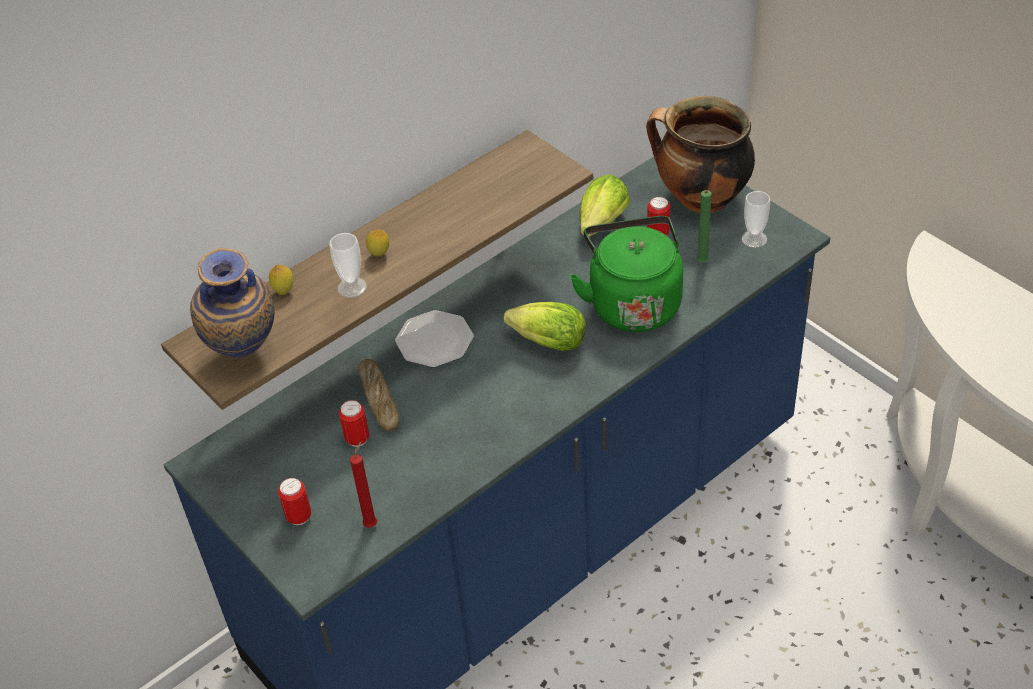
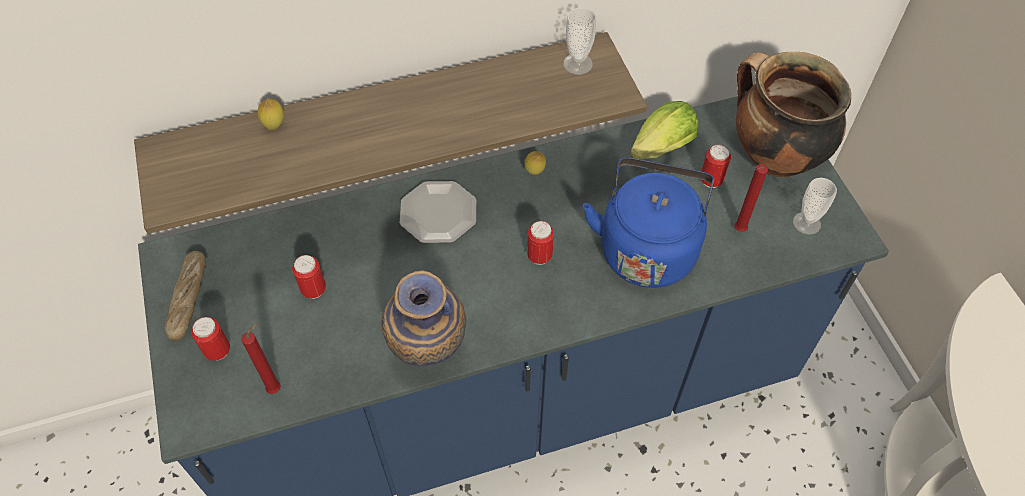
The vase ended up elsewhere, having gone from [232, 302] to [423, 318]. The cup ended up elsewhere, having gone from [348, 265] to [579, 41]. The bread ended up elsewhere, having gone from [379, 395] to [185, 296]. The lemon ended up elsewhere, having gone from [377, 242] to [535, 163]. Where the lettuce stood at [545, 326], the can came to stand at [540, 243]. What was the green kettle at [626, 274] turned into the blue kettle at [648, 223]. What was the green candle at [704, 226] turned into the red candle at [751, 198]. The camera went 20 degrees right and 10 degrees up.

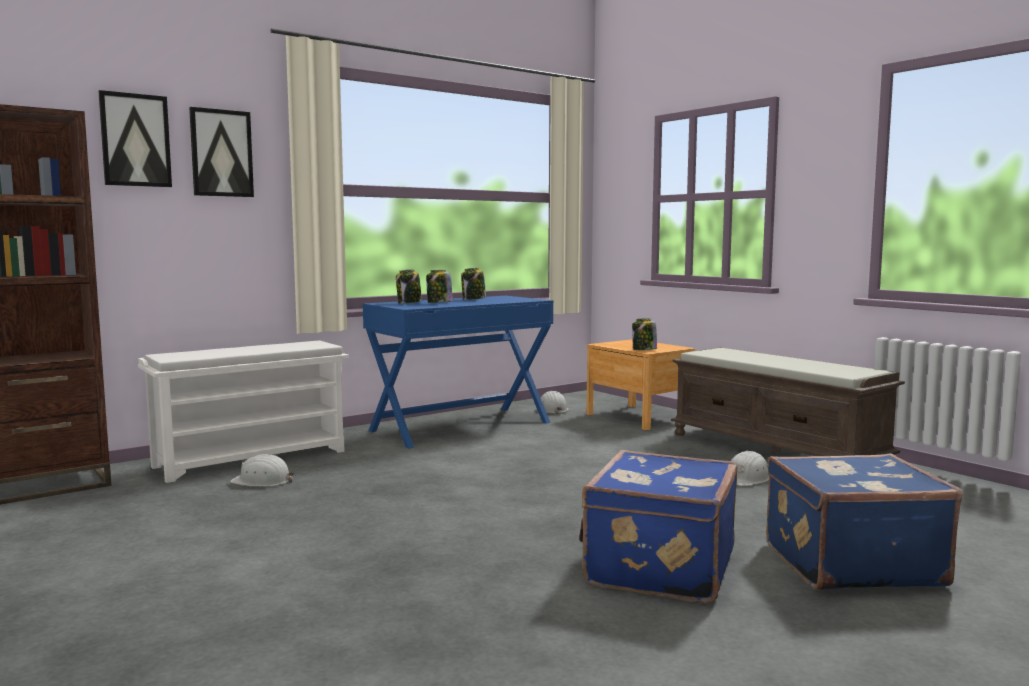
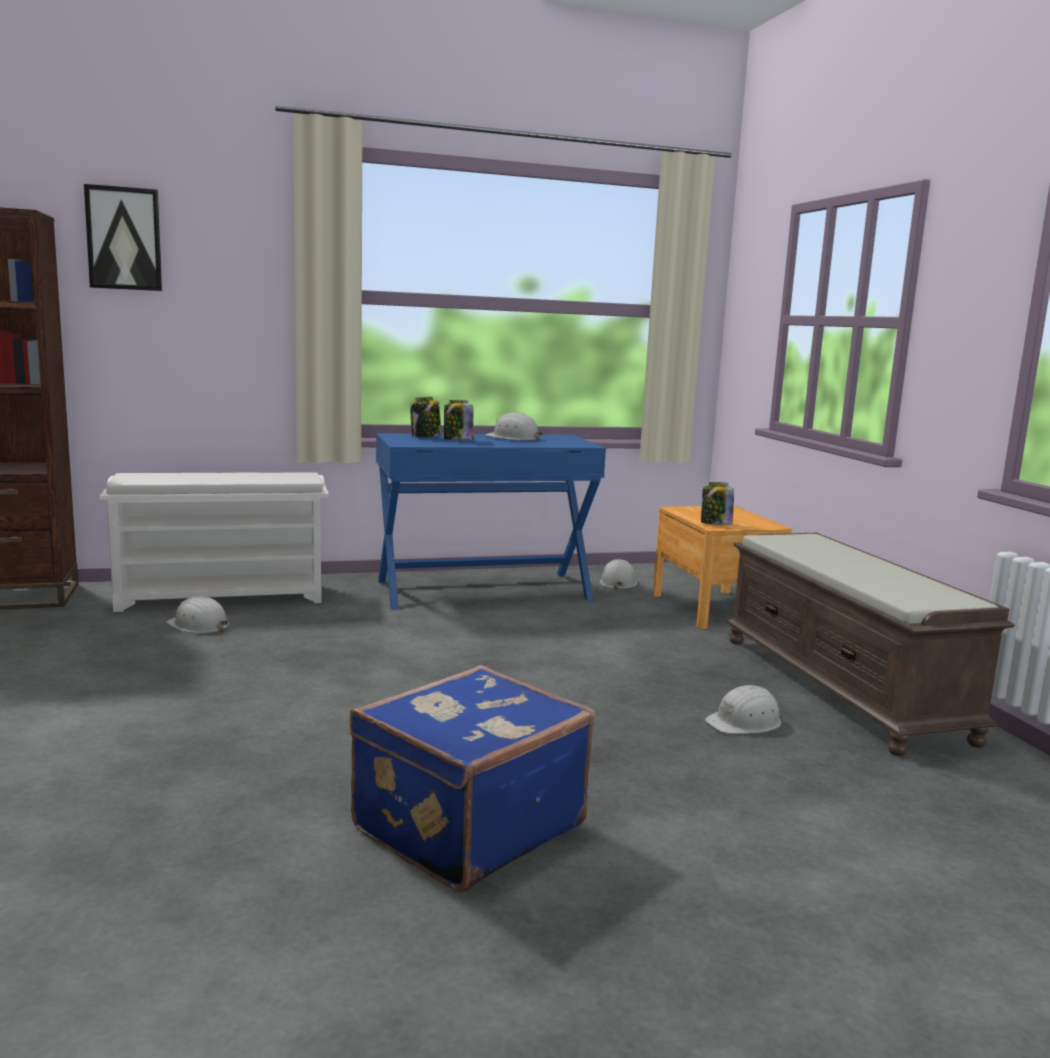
The second view lost the picture at [221, 152]. Where the jar stood at [473, 284], the white hard hat came to stand at [514, 426]. The second view lost the blue suitcase at [864, 522]. The camera went 20 degrees right and 5 degrees up.

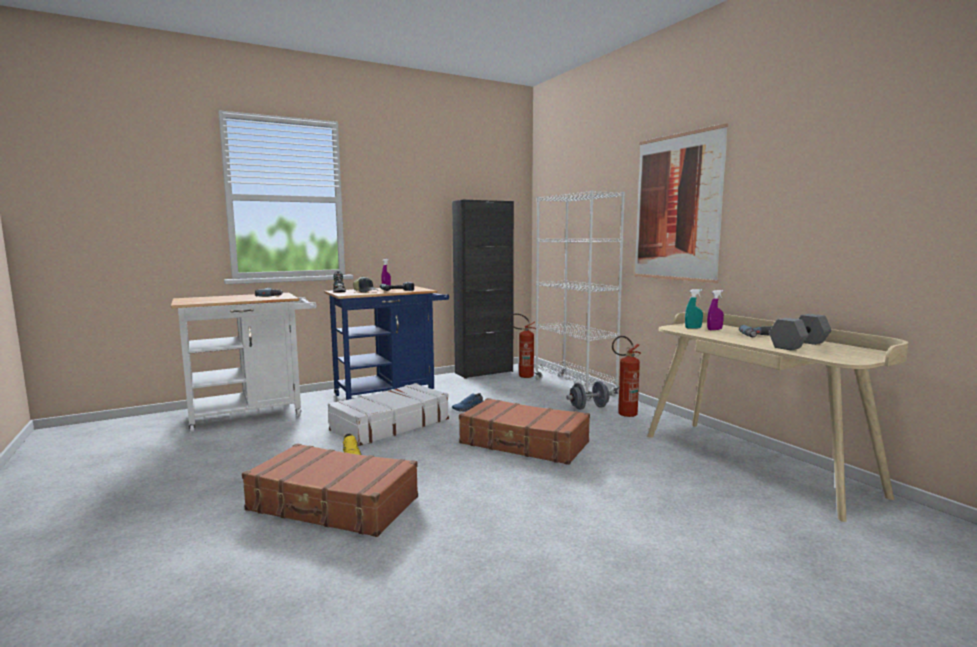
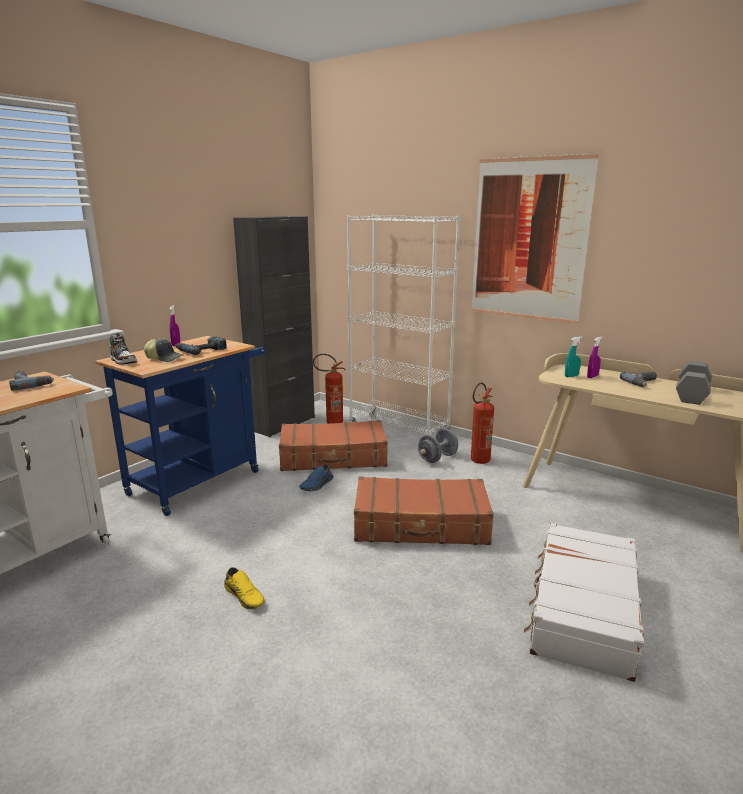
The brown suitcase ended up elsewhere, having gone from [330, 490] to [333, 445]. The white suitcase ended up elsewhere, having gone from [388, 414] to [584, 602]. The camera went 25 degrees left and 10 degrees up.

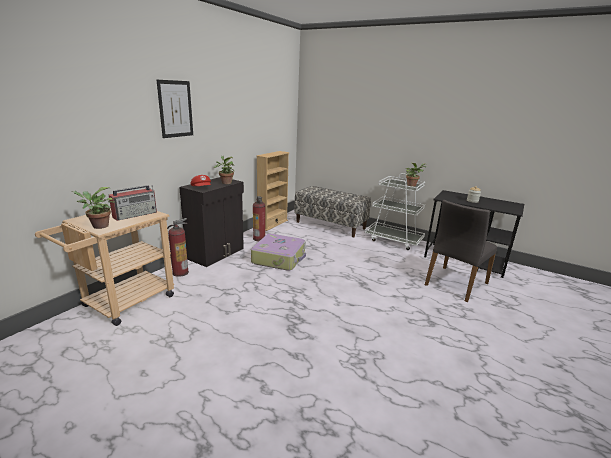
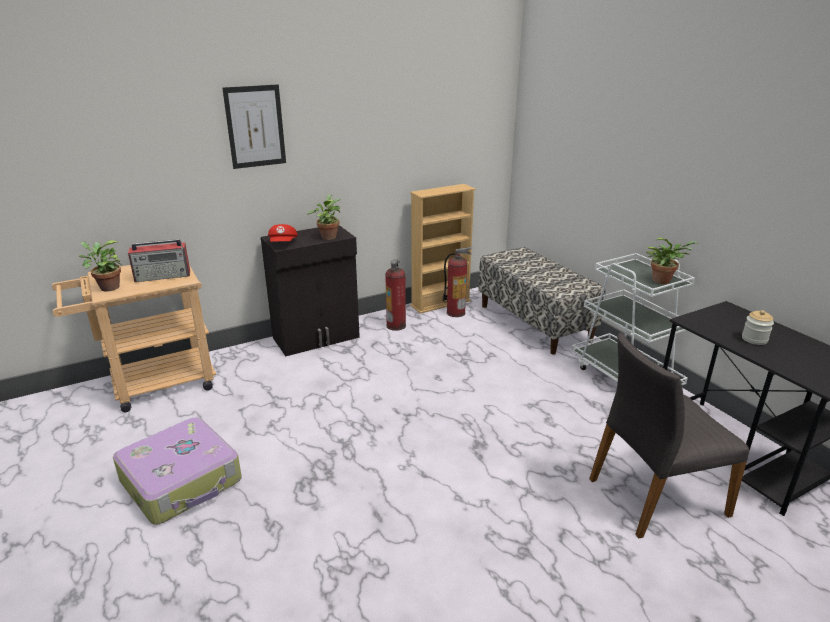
The fire extinguisher ended up elsewhere, having gone from [178, 247] to [457, 282]. The suitcase ended up elsewhere, having gone from [278, 252] to [177, 471]. The camera went 30 degrees right and 5 degrees up.

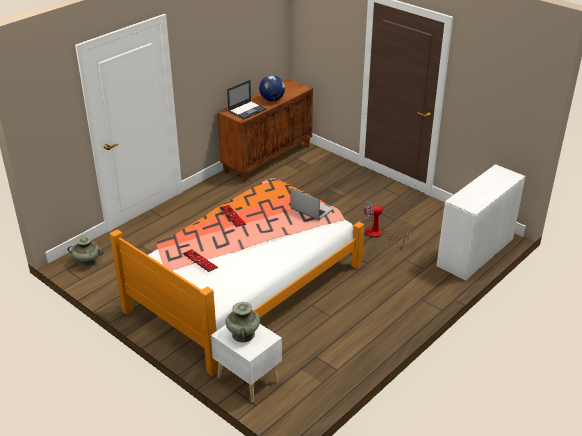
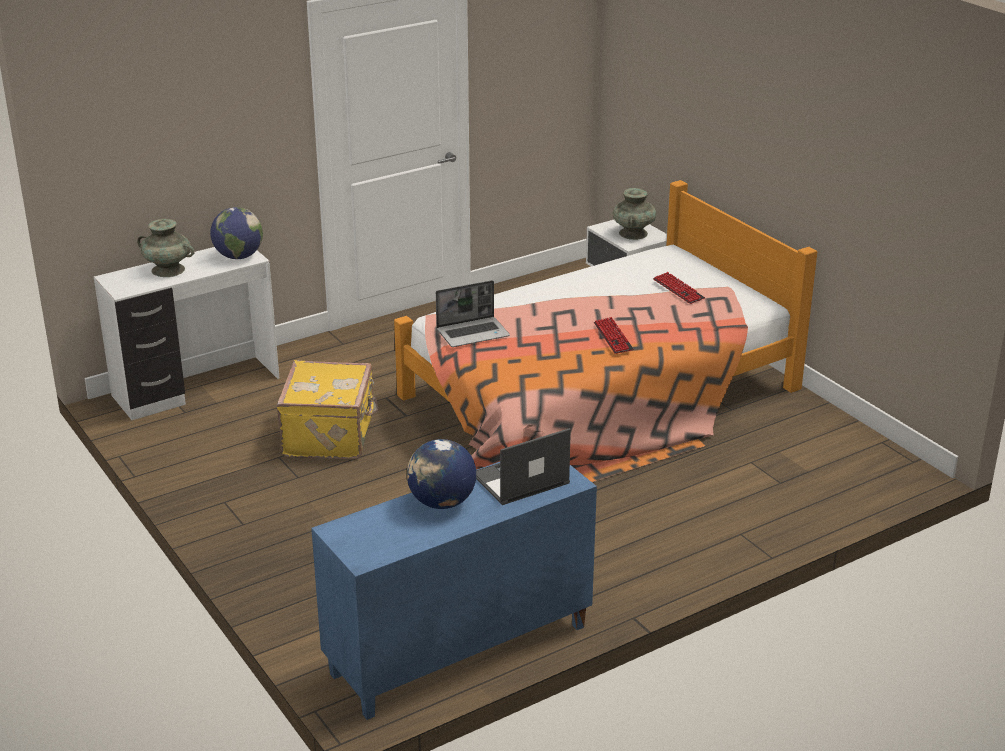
The turquoise vase ended up elsewhere, having gone from [85, 252] to [166, 248]. What was the brown cabinet at [265, 131] turned into the blue cabinet at [454, 591]. The laptop at [312, 204] ended up facing another way, 75 degrees counterclockwise from before. Where the fan stood at [386, 224], the yellow suitcase came to stand at [327, 409]. The second view gained the globe at [236, 233]. The camera went 165 degrees left and 5 degrees down.

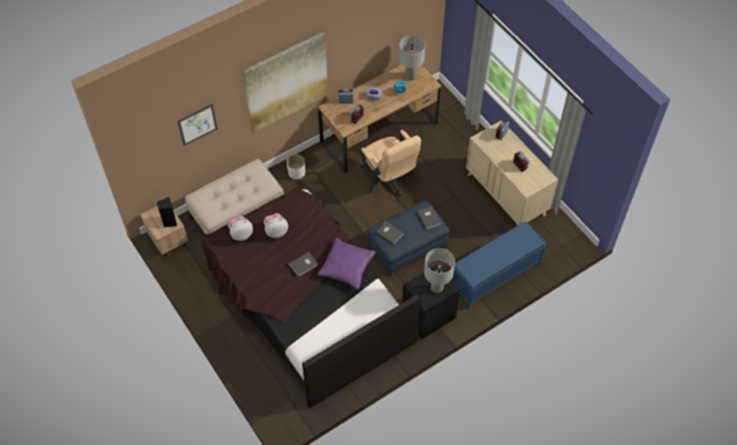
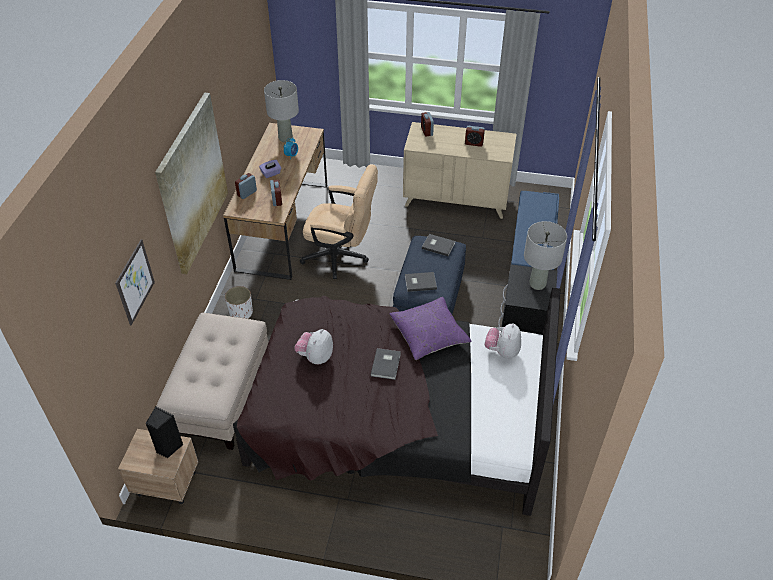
The plush toy ended up elsewhere, having gone from [240, 228] to [503, 340]. The camera went 45 degrees left and 10 degrees down.

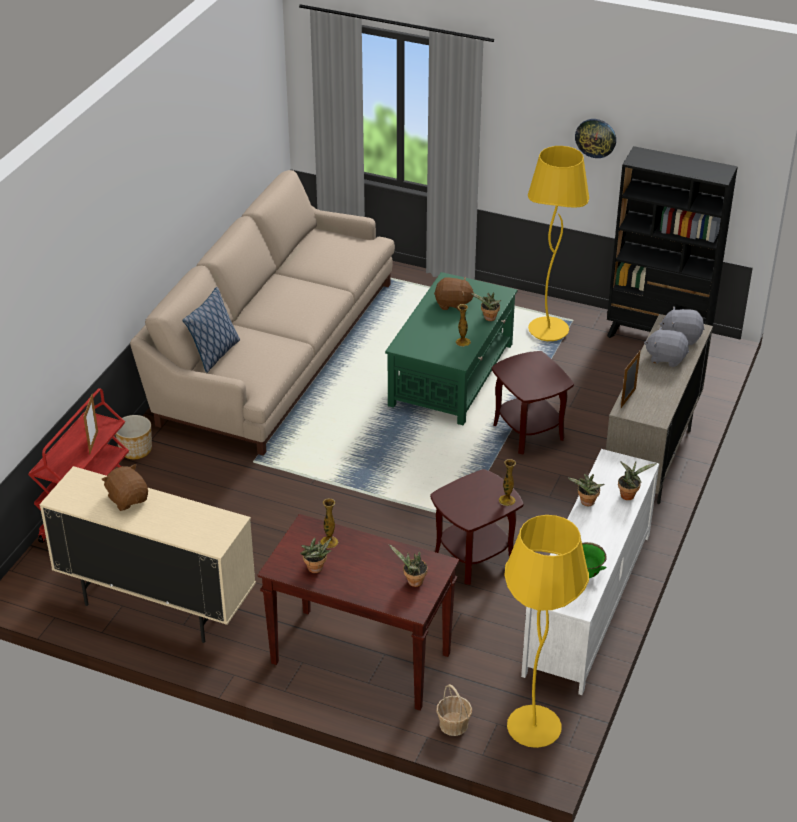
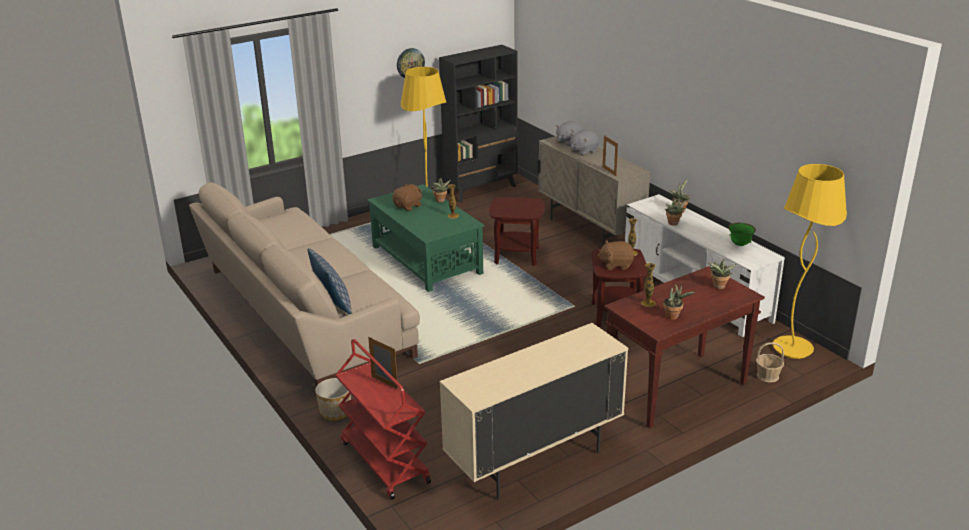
The brown plush toy ended up elsewhere, having gone from [124, 487] to [615, 255]. The camera went 55 degrees left and 10 degrees down.

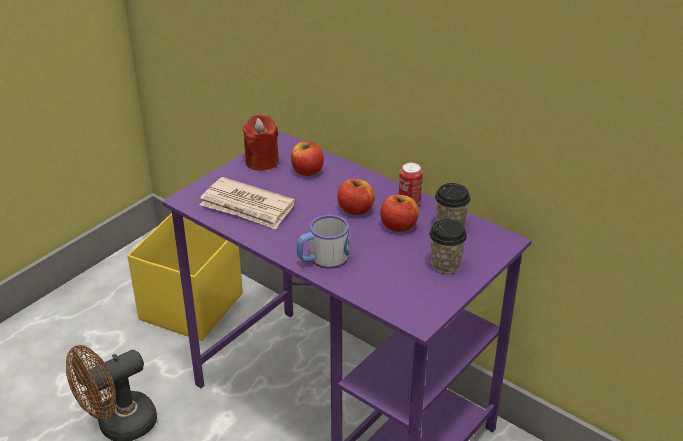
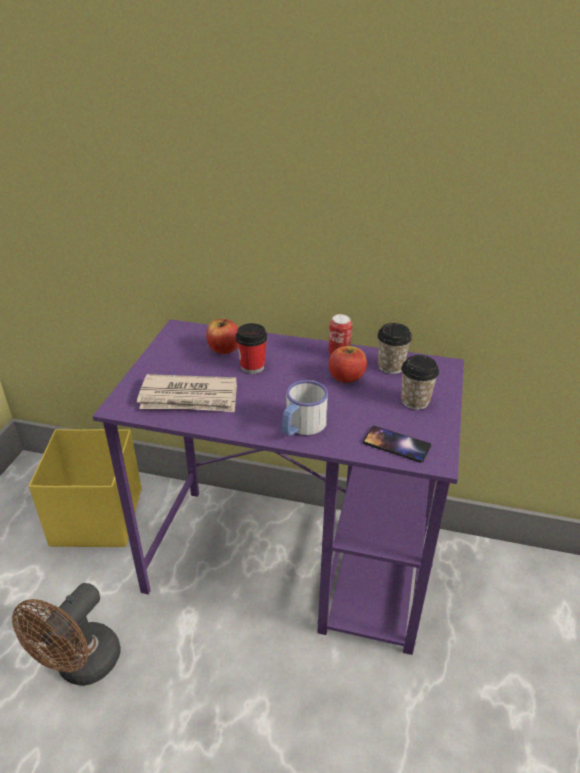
The second view lost the red candle at [260, 142]. The second view lost the apple at [356, 197]. The second view gained the cup at [251, 348]. The second view gained the phone at [397, 444]. The camera went 25 degrees left and 0 degrees up.

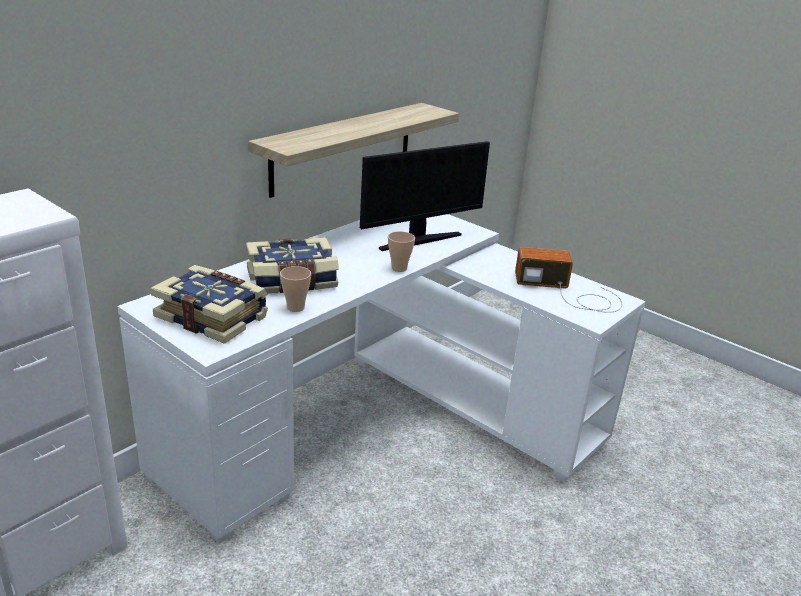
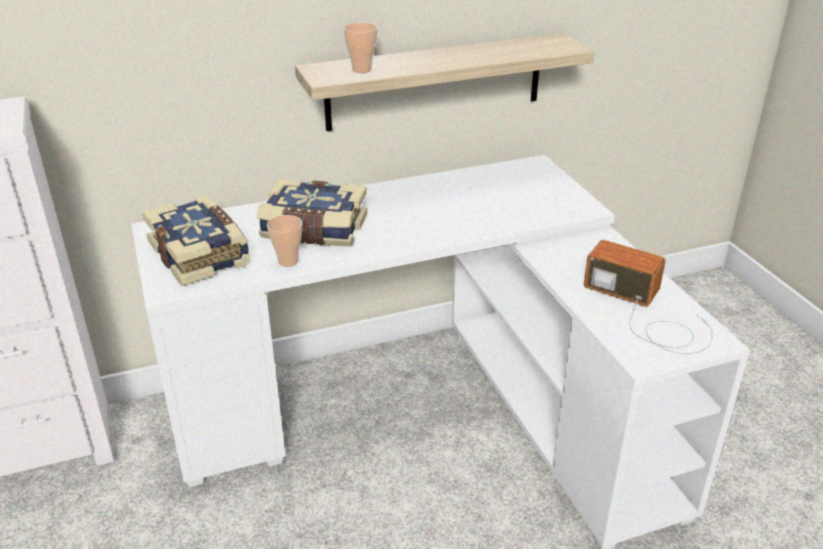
The second view lost the monitor at [425, 196]. The cup ended up elsewhere, having gone from [401, 251] to [360, 48]. The camera went 30 degrees right and 5 degrees up.

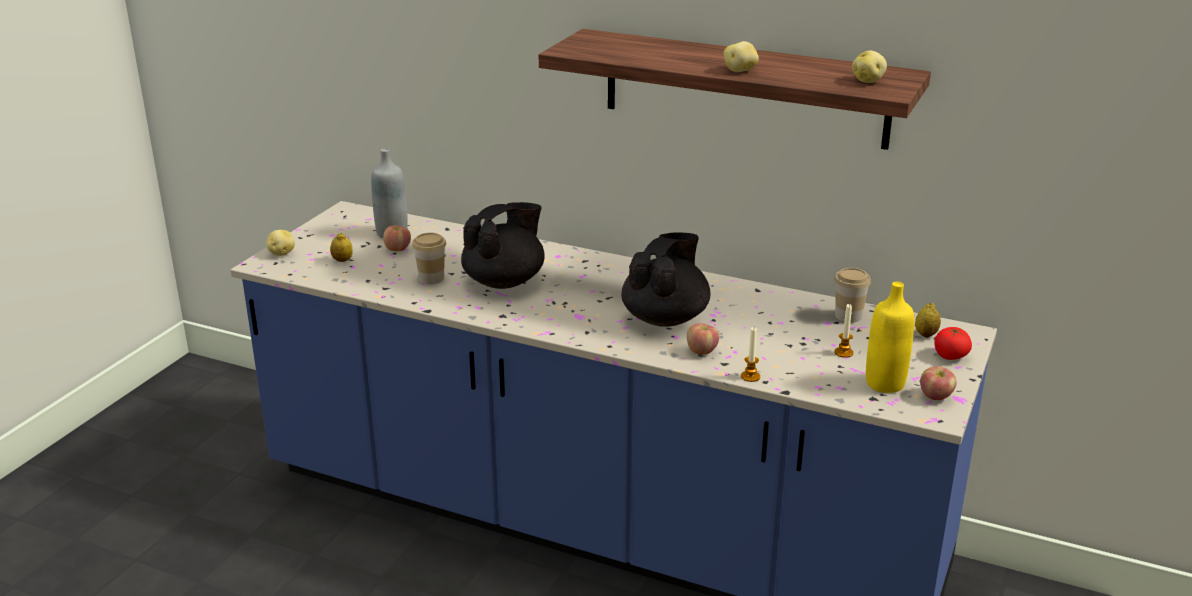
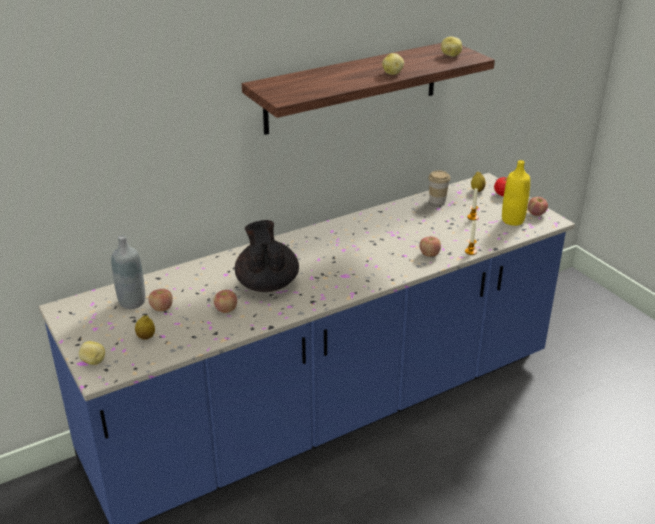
Where the cup stood at [429, 258], the apple came to stand at [225, 301]. The second view lost the black teapot at [666, 279]. The camera went 55 degrees left and 5 degrees up.

